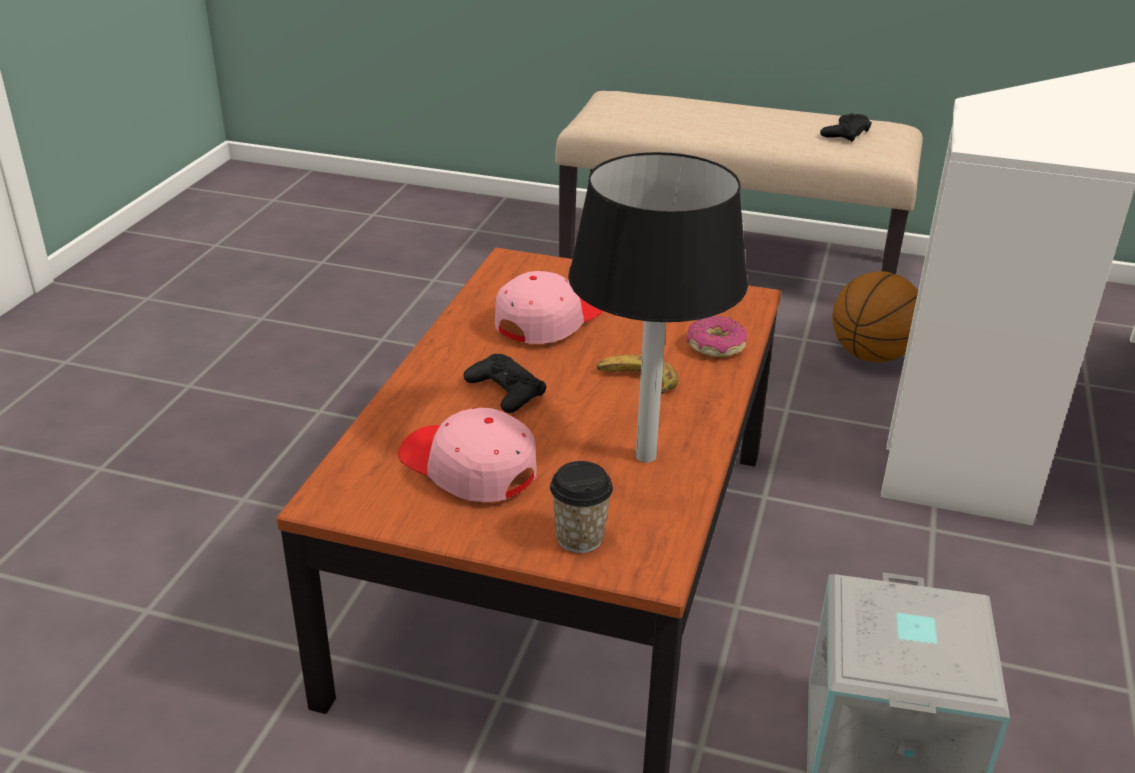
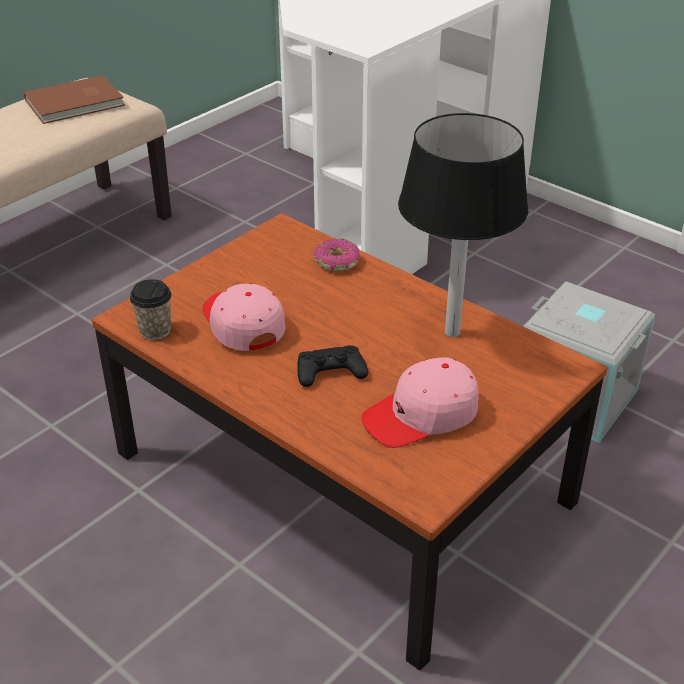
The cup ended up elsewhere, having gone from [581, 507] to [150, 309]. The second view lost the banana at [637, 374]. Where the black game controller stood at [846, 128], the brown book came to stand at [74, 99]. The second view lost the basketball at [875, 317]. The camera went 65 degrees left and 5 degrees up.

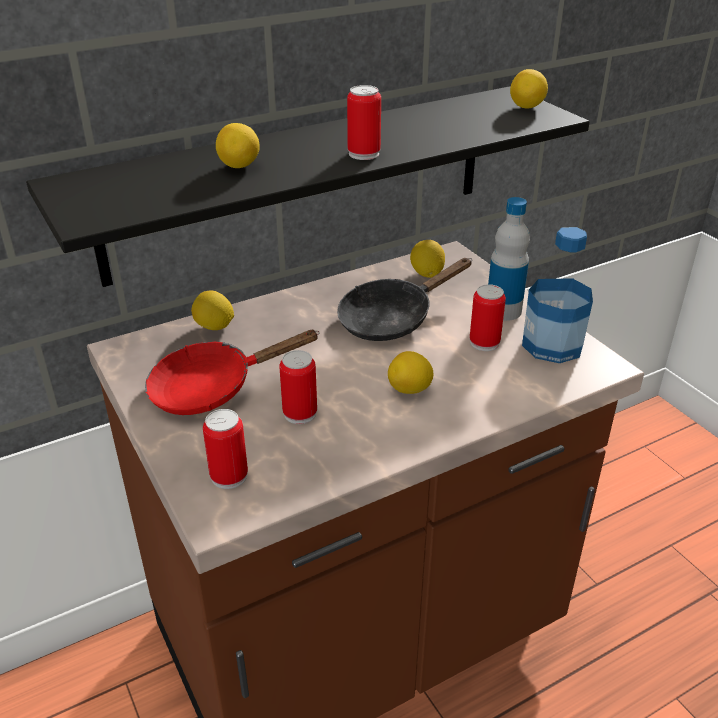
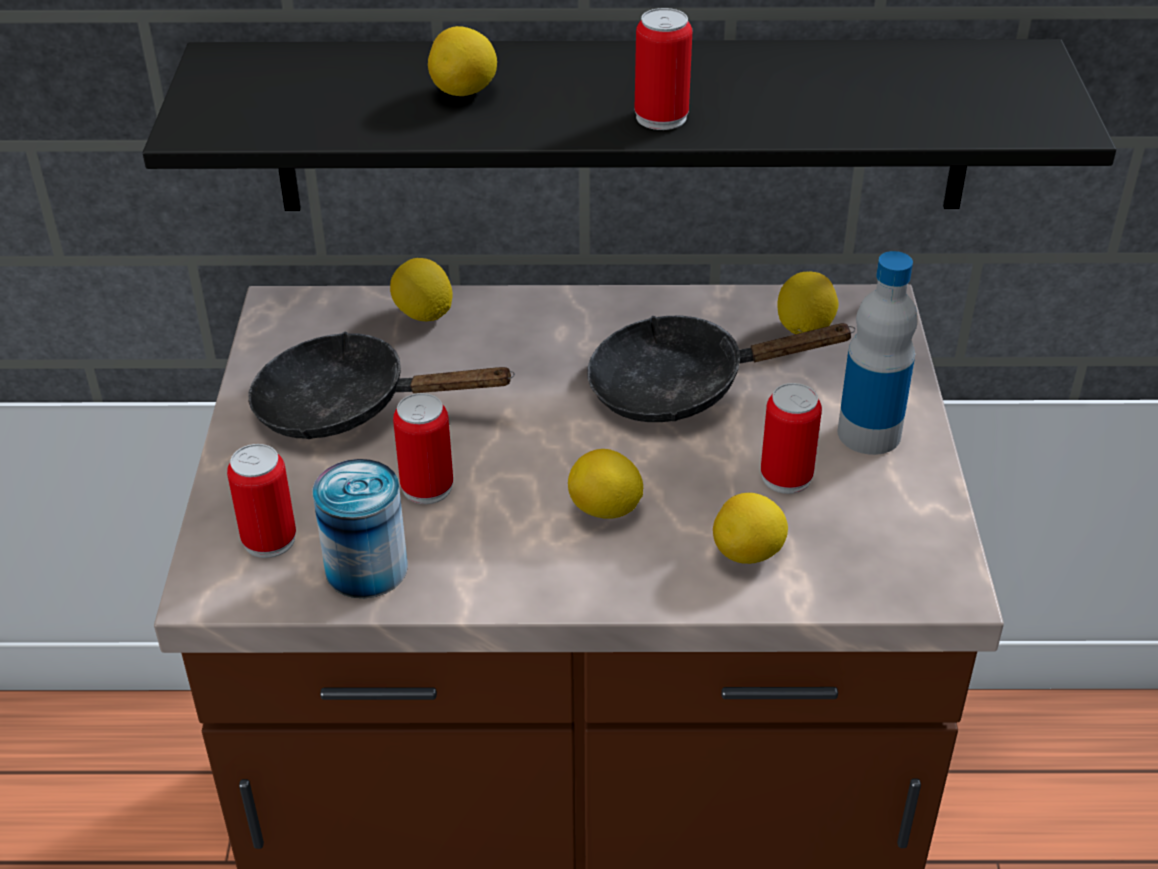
What was the red frying pan at [232, 372] turned into the black frying pan at [381, 385]. The lemon ended up elsewhere, having gone from [529, 88] to [750, 528]. The second view lost the bottle at [557, 295]. The second view gained the can at [360, 528]. The camera went 30 degrees right and 5 degrees up.

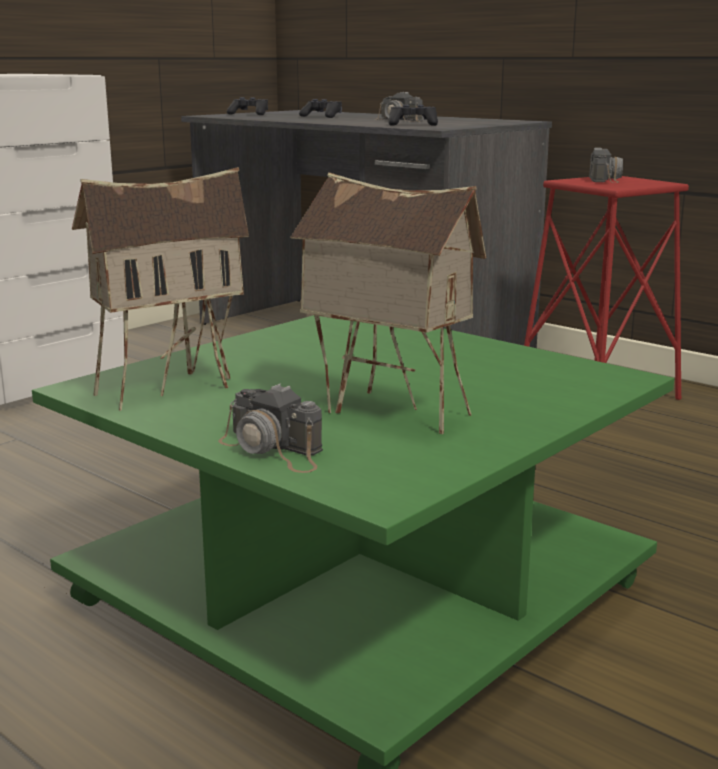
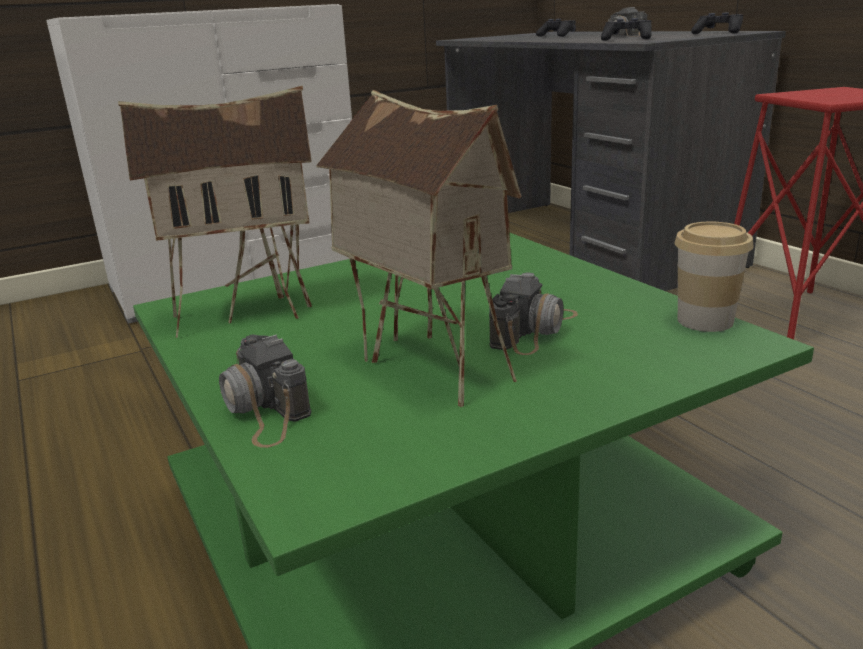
The black game controller ended up elsewhere, having gone from [247, 106] to [717, 23]. The photo camera ended up elsewhere, having gone from [606, 165] to [533, 314]. The second view gained the cup at [714, 276]. The camera went 20 degrees right and 5 degrees up.

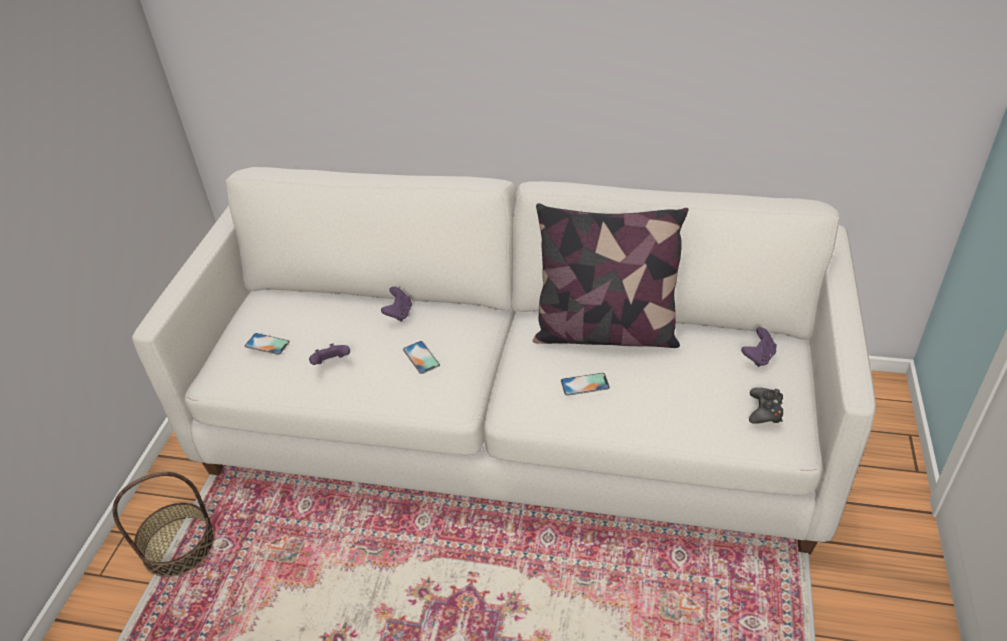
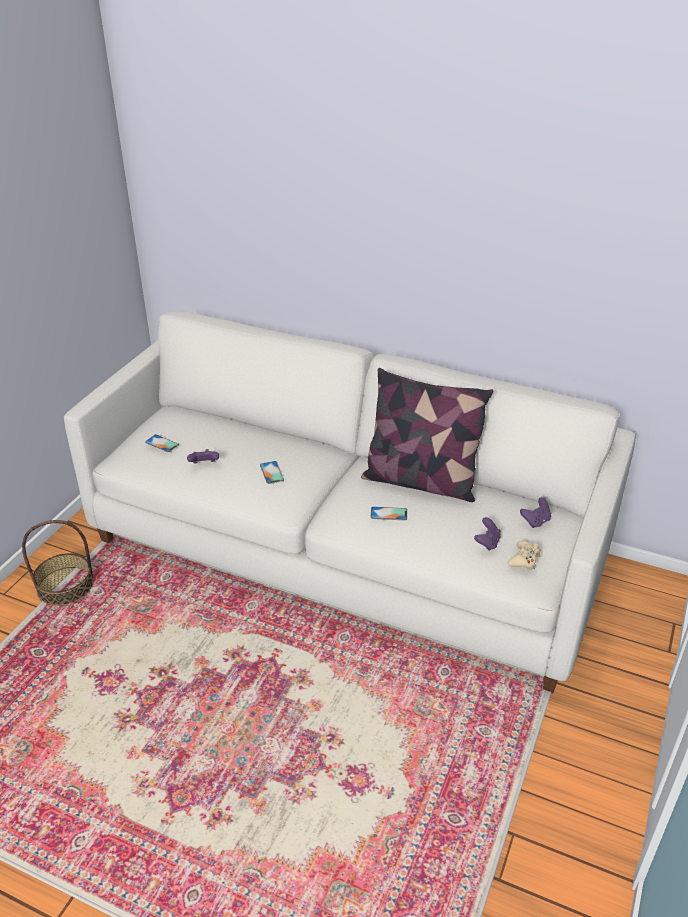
The purple game controller ended up elsewhere, having gone from [396, 304] to [487, 534]. What was the black game controller at [766, 406] turned into the beige game controller at [524, 555]. The camera went 10 degrees right and 5 degrees down.

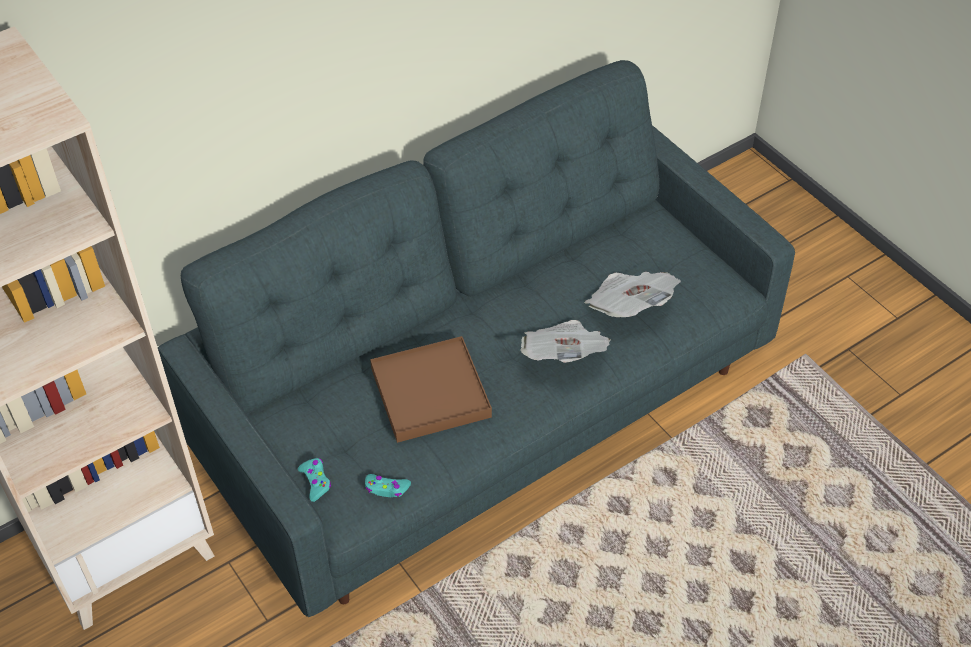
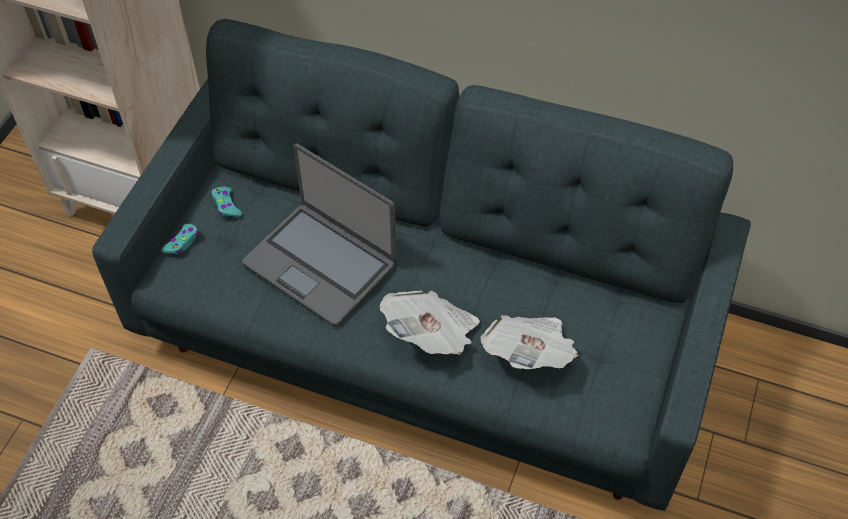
The turquoise game controller ended up elsewhere, having gone from [388, 485] to [226, 202]. Where the brown tray stood at [431, 389], the laptop came to stand at [319, 235]. The camera went 55 degrees right and 5 degrees up.

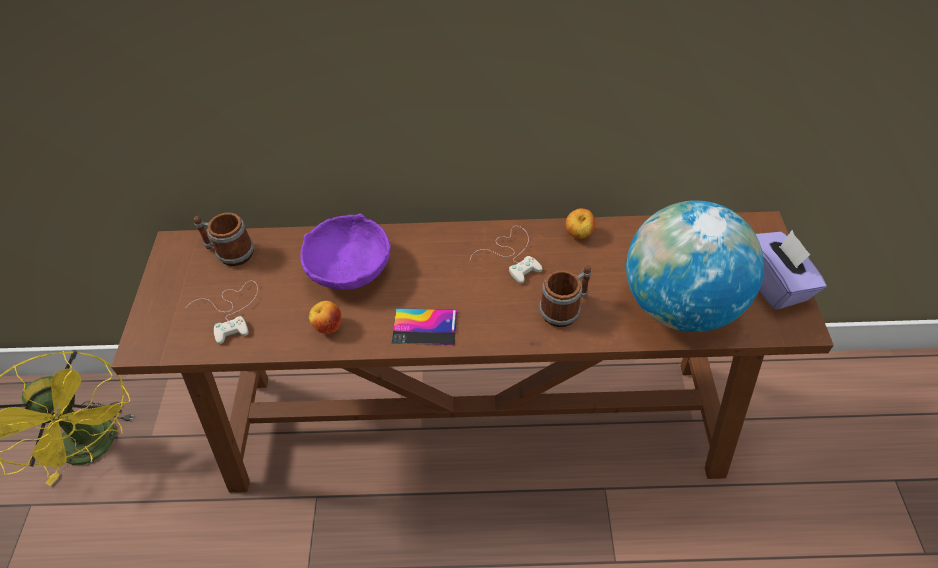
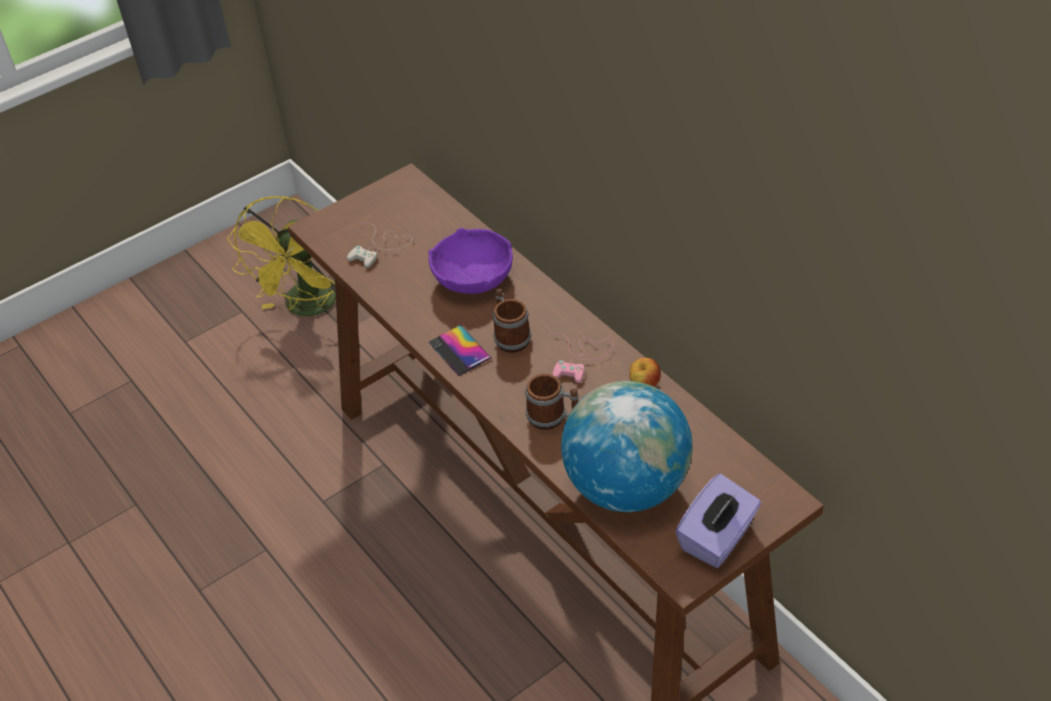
The mug ended up elsewhere, having gone from [223, 239] to [512, 321]. The second view lost the apple at [325, 317]. What was the white game controller at [506, 255] turned into the pink game controller at [579, 358]. The camera went 55 degrees right and 5 degrees down.

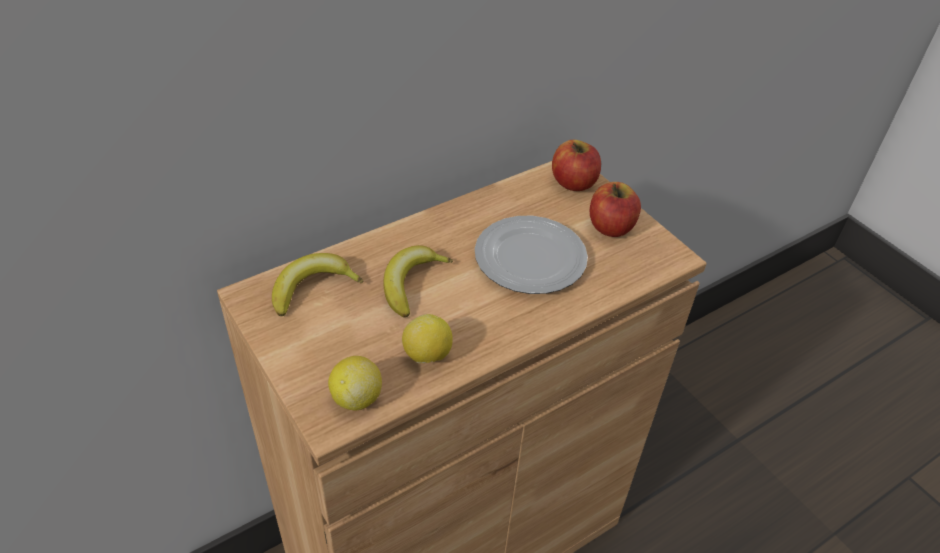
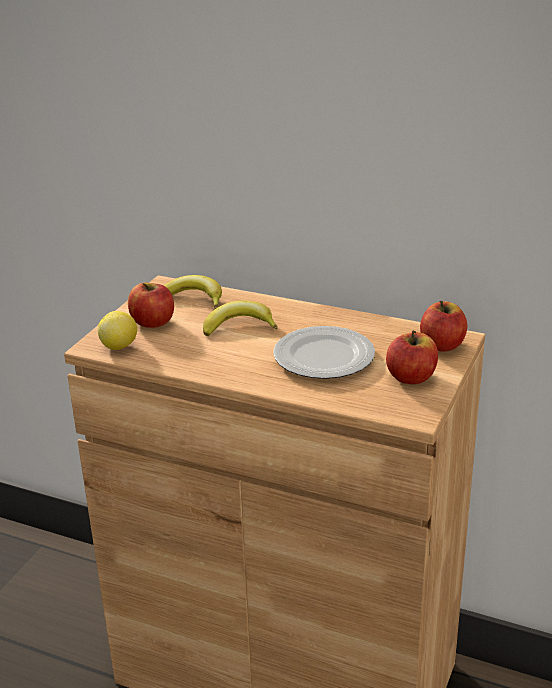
The second view lost the lemon at [427, 338]. The second view gained the apple at [151, 305]. The camera went 60 degrees right and 15 degrees down.

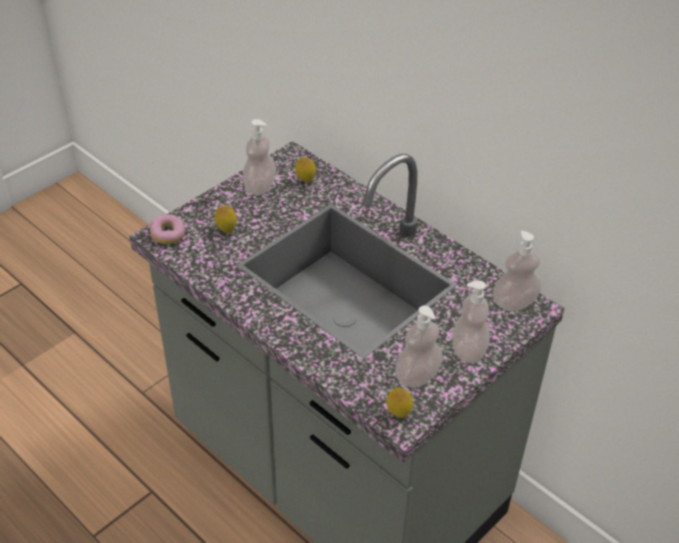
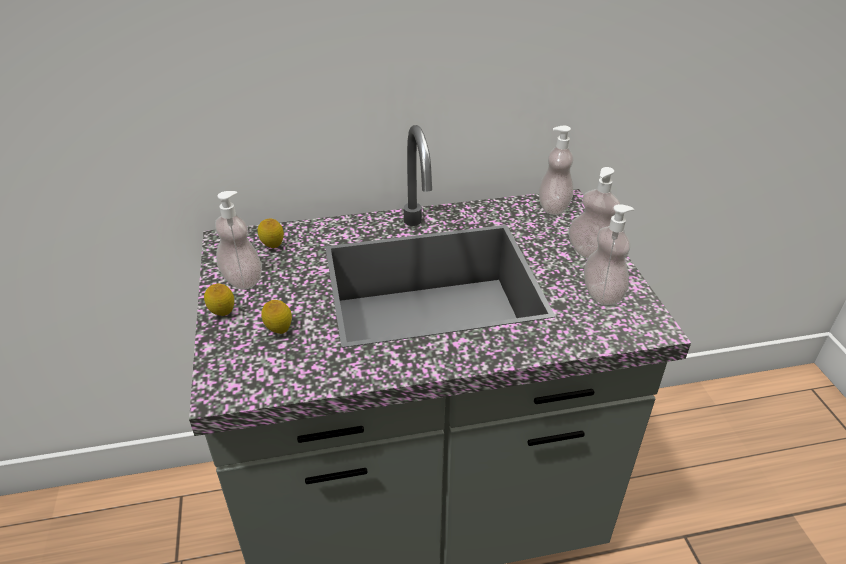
The second view lost the donut at [167, 229]. The lemon ended up elsewhere, having gone from [399, 403] to [219, 300]. The camera went 55 degrees left and 5 degrees down.

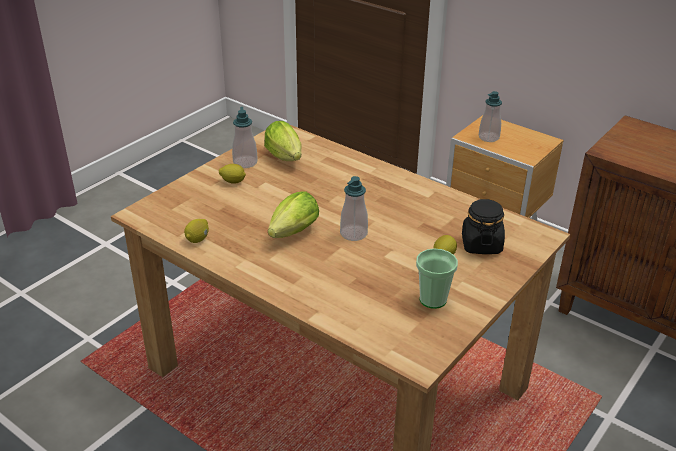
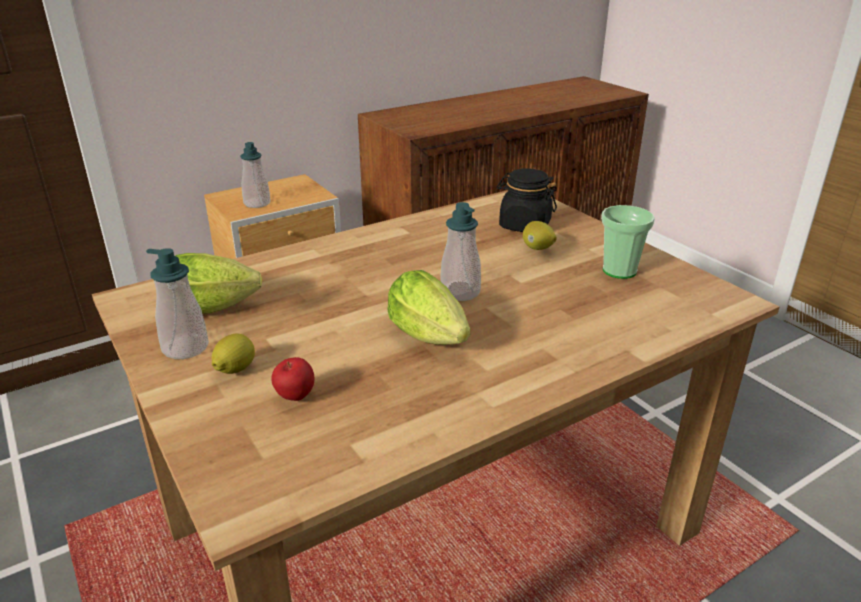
The second view lost the lemon at [196, 231]. The second view gained the apple at [292, 379]. The camera went 70 degrees left and 5 degrees down.

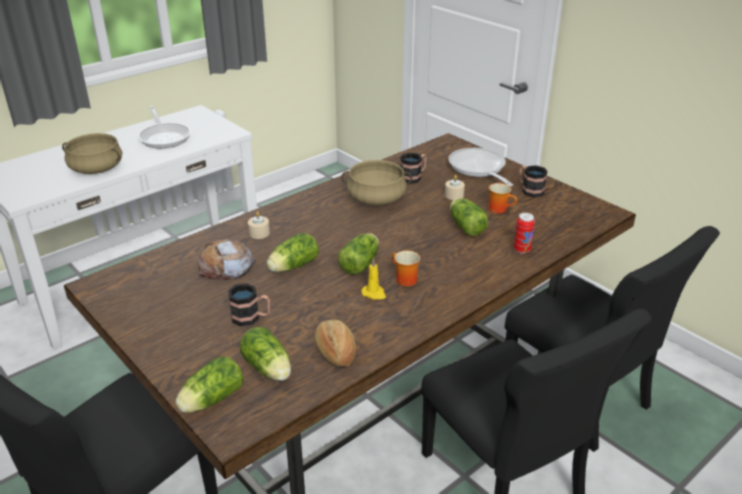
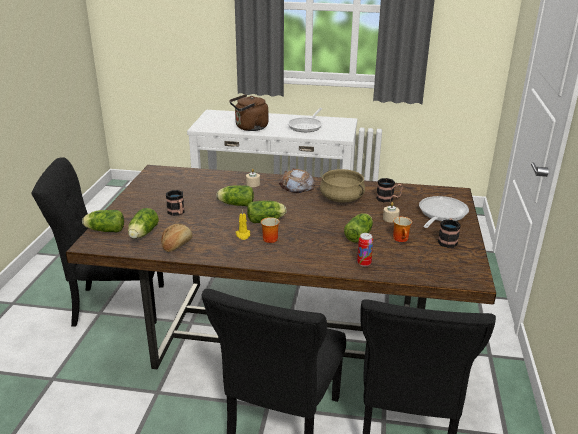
Where the beige cooking pot stood at [92, 153], the brown kettle came to stand at [249, 112]. The bread ended up elsewhere, having gone from [226, 259] to [297, 180]. The camera went 50 degrees right and 5 degrees down.

